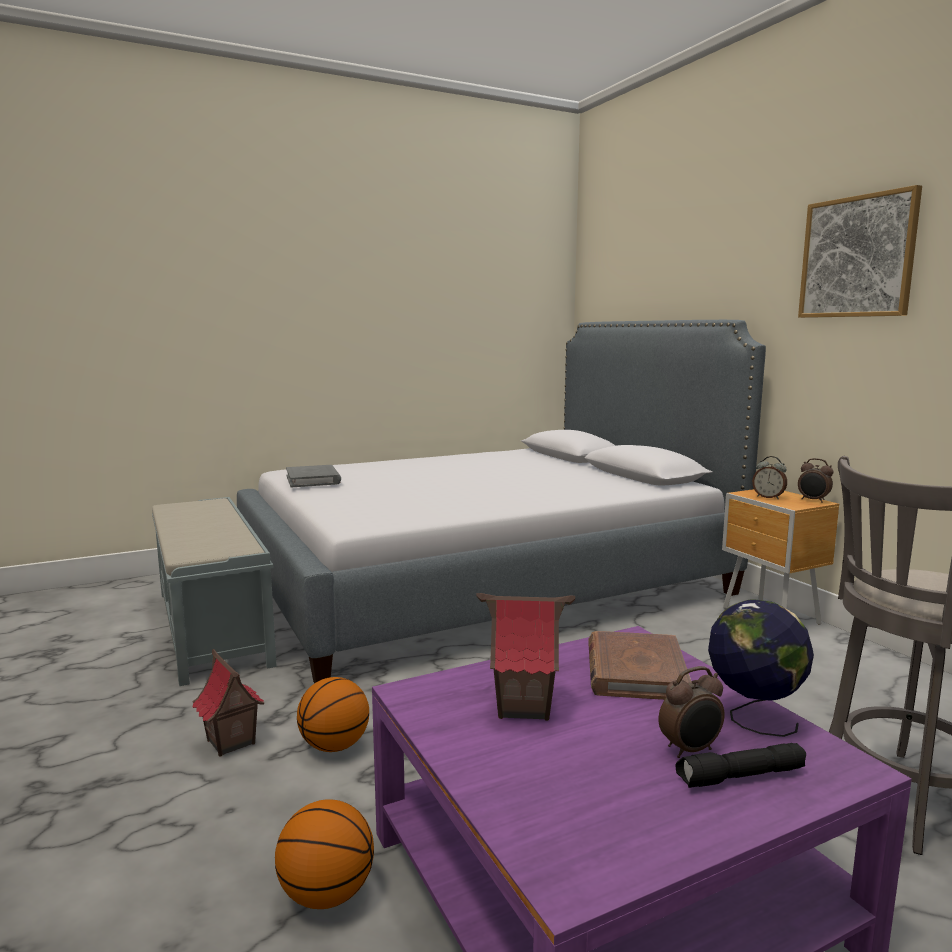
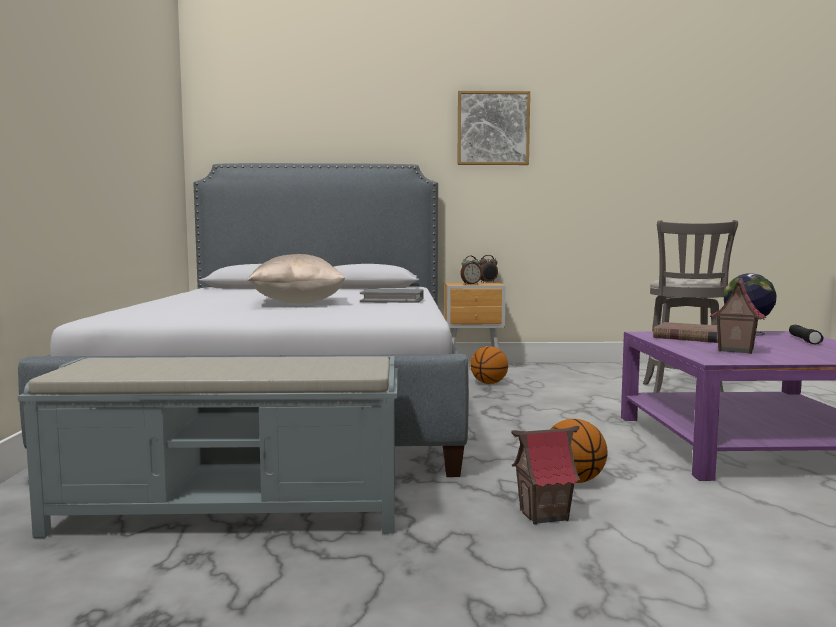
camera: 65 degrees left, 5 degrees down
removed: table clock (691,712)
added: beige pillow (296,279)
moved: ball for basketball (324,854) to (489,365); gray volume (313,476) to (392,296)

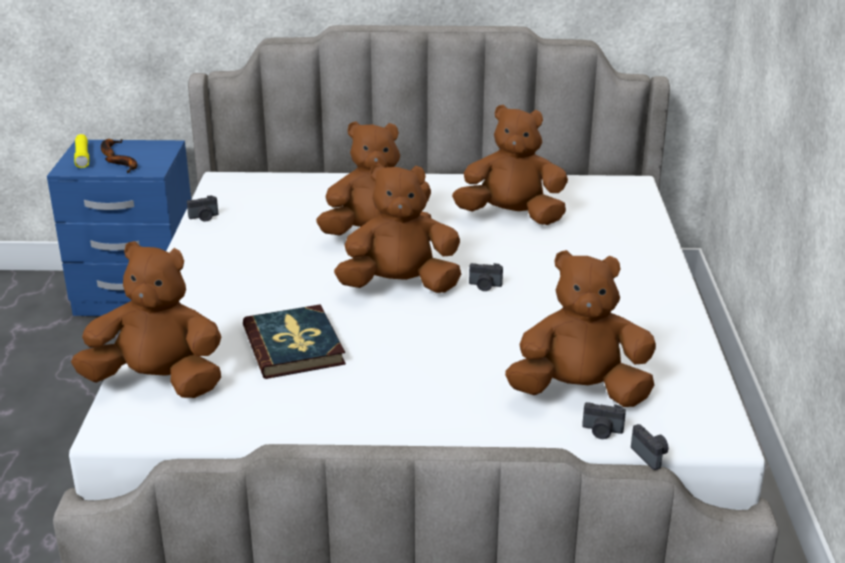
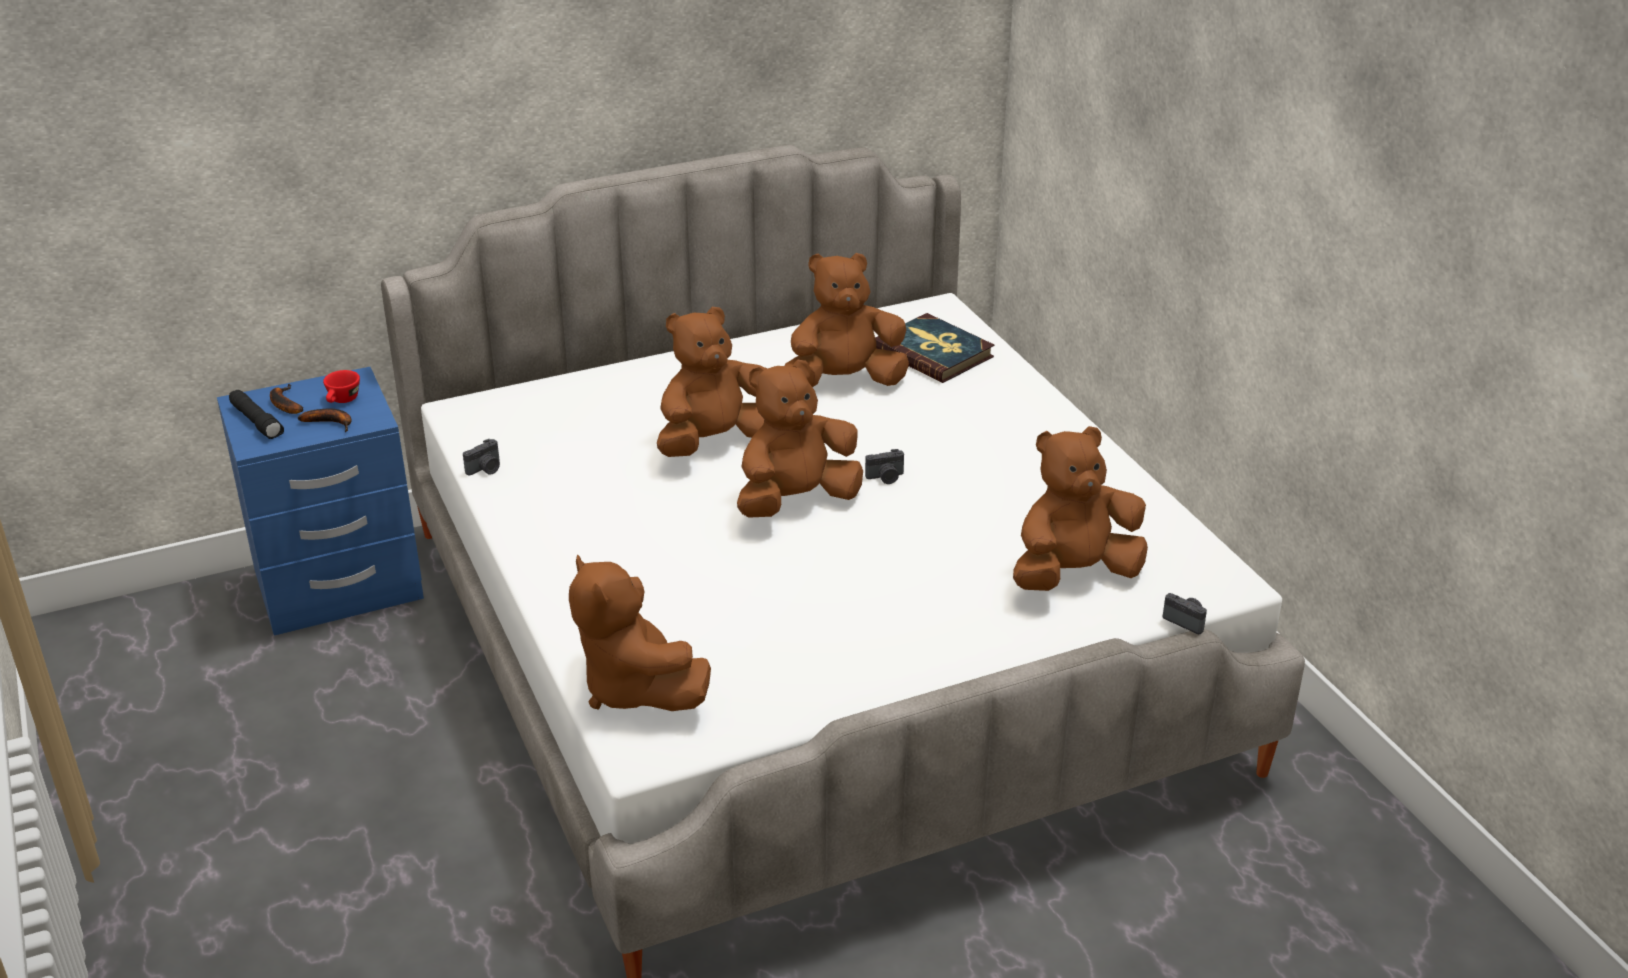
camera: 25 degrees left, 5 degrees up
removed: still camera (604,420)
added: red-coloured small cup (341,386)
moved: volume (294,341) to (935,348)
recoloured: yellow flashlight (81,151) to black-coloured flashlight (256,414)
turned: brownish soft toy (146,319) = (640,632) 105 degrees counterclockwise

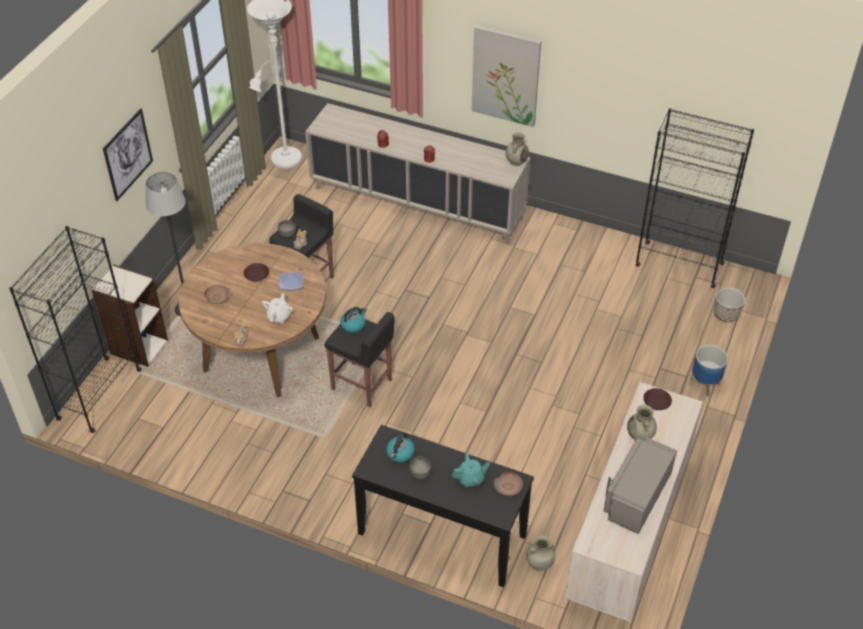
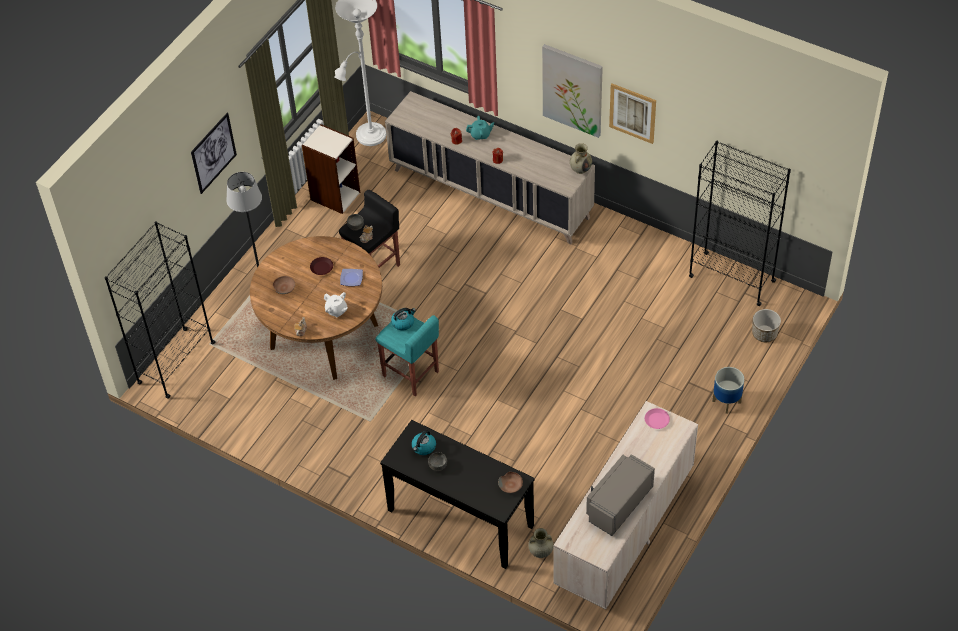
camera: 10 degrees right, 5 degrees up
removed: beige vase (642,423)
added: wall picture (632,114)
moved: bookcase (130,316) to (331,169); turquoise teapot (471,470) to (480,128)
recoloured: black-coloured sitting stool (360,359) to turquoise sitting stool (407,355); brownish plate (657,399) to pink plate (657,418)
turned: white teapot (277,308) = (336,305) 105 degrees clockwise

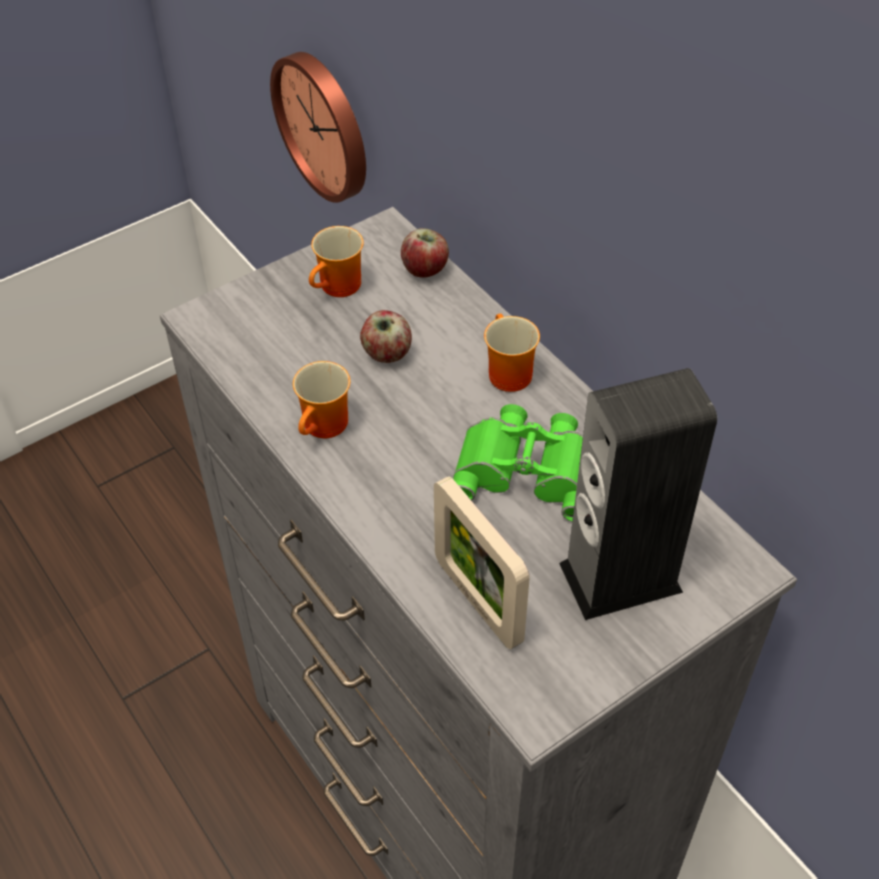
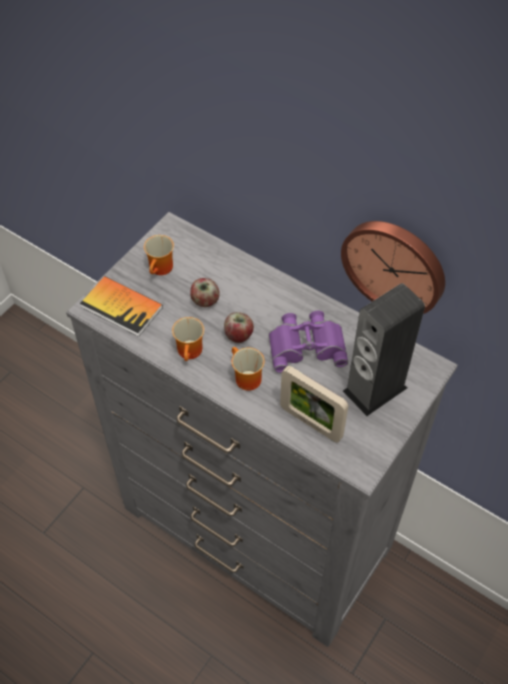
camera: 20 degrees left, 5 degrees up
added: volume (121,306)
moved: hanging clock (318,127) to (393,267); apple (425,253) to (239,327); coffee mug (512,353) to (248,369)
recoloured: greenish binoculars (518,463) to purplish binoculars (308,342)

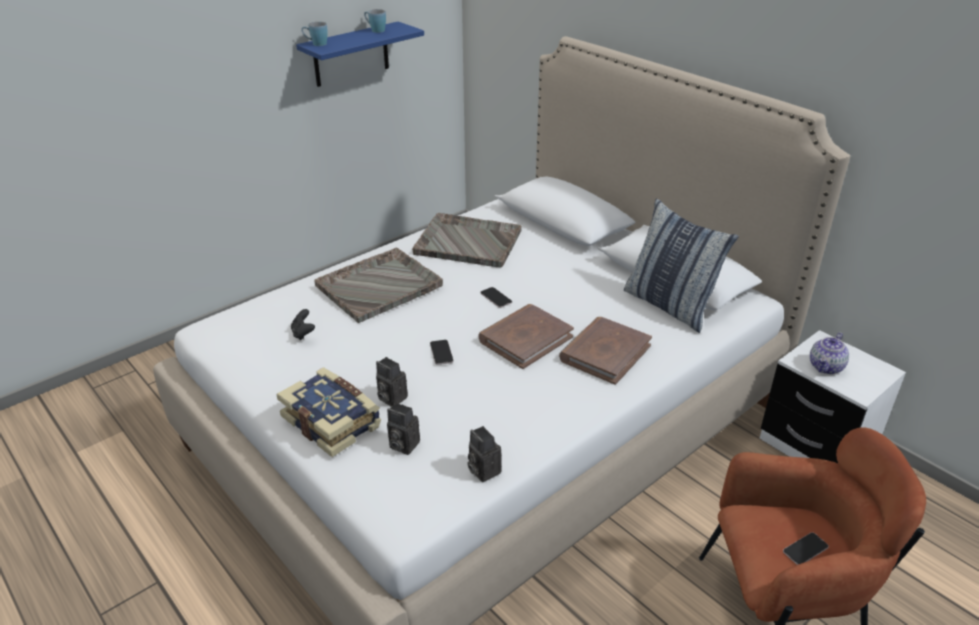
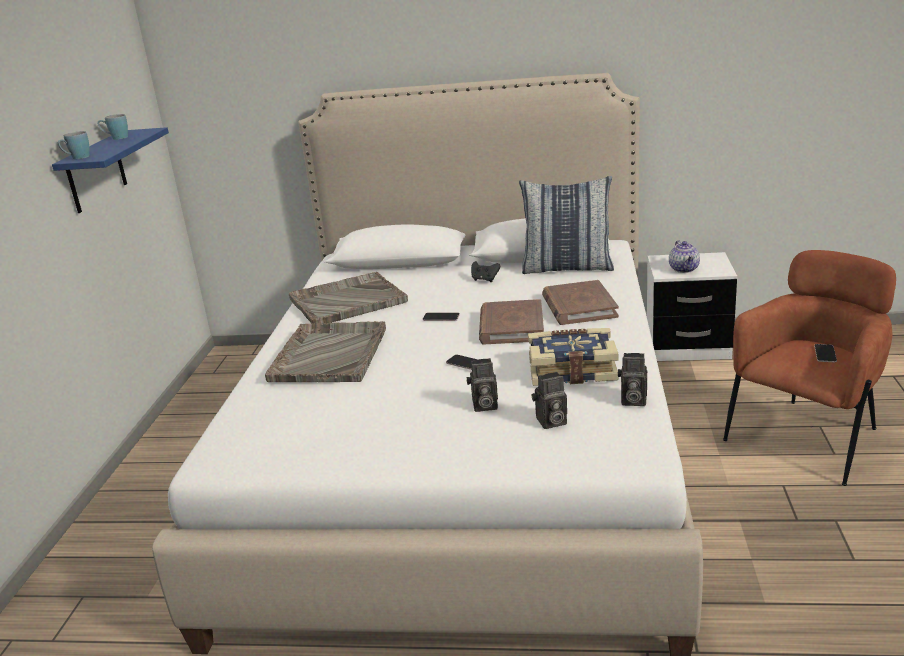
camera: 40 degrees left, 10 degrees down
moved: volume (328,412) to (573,357); black-coloured game controller (303,324) to (485,271)

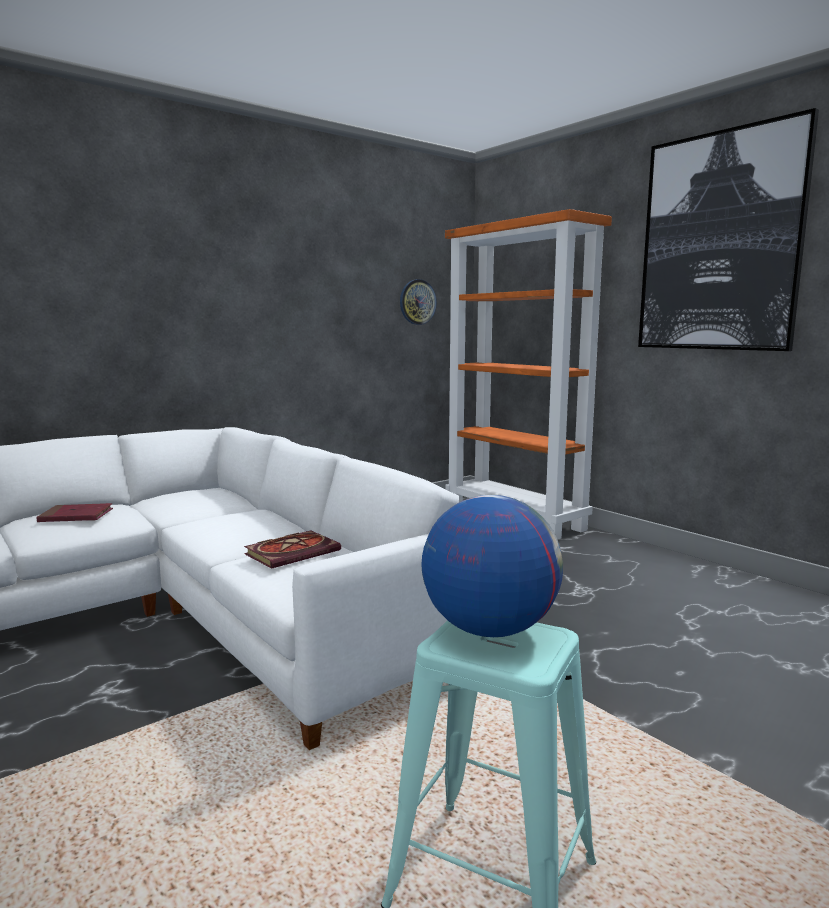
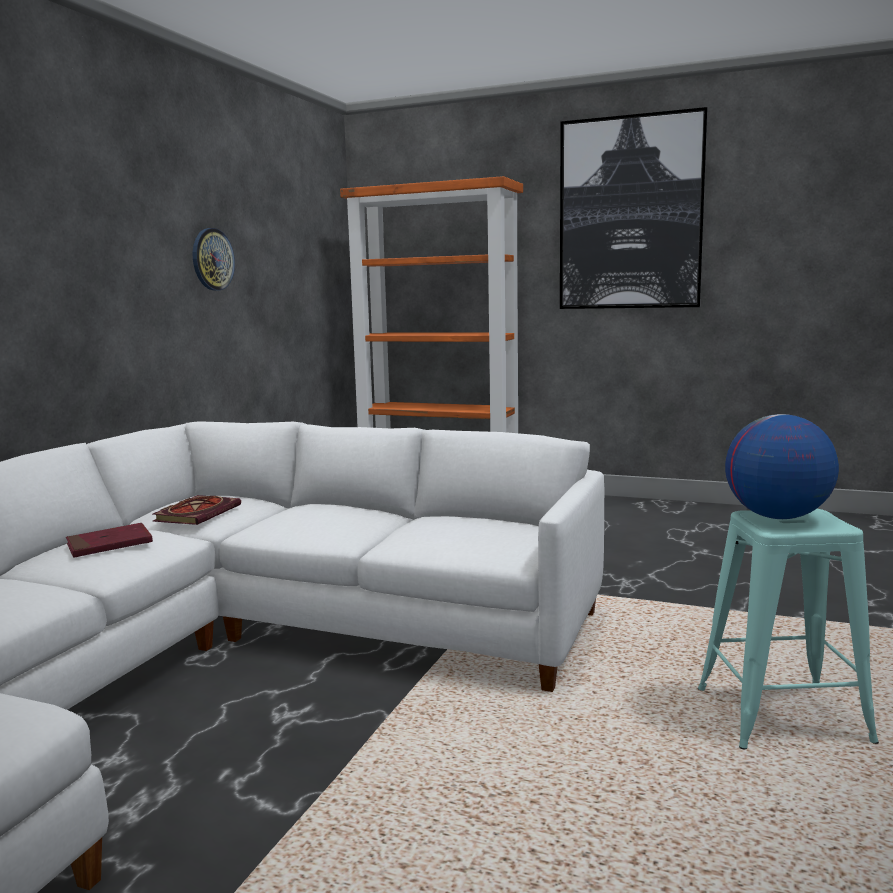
camera: 30 degrees left, 0 degrees up
moved: volume (292,549) to (197,510); hanging clock (418,302) to (214,259)

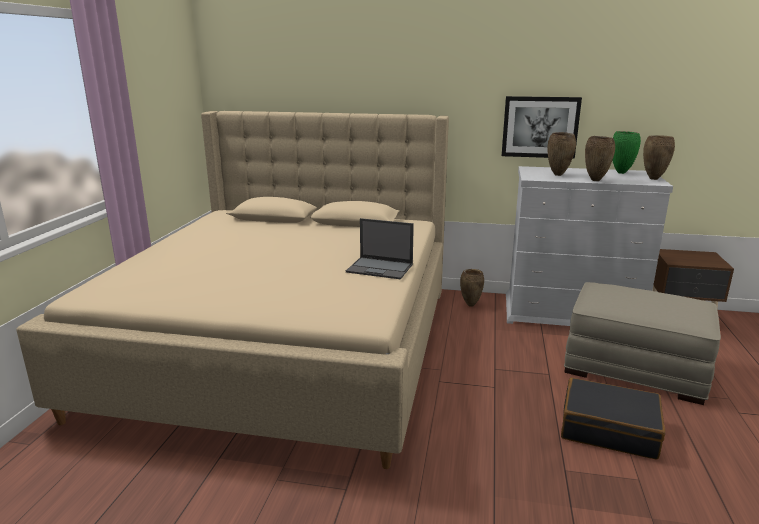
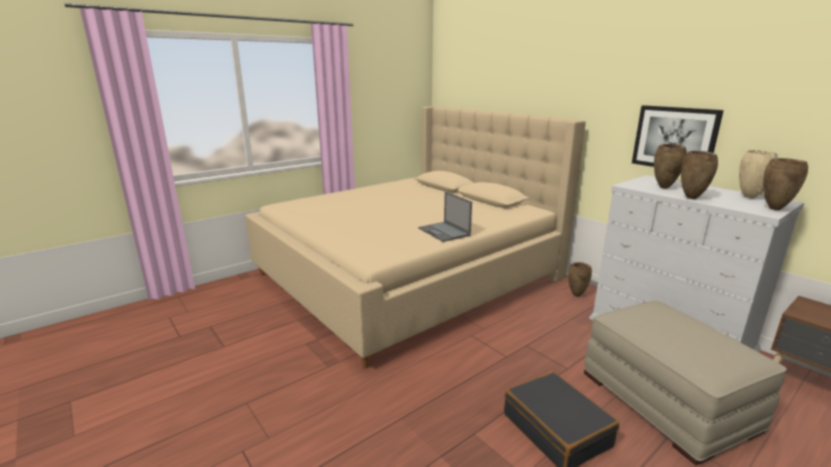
camera: 40 degrees right, 0 degrees up
recoloured: greenish vase (626,152) to beige vase (758,174)

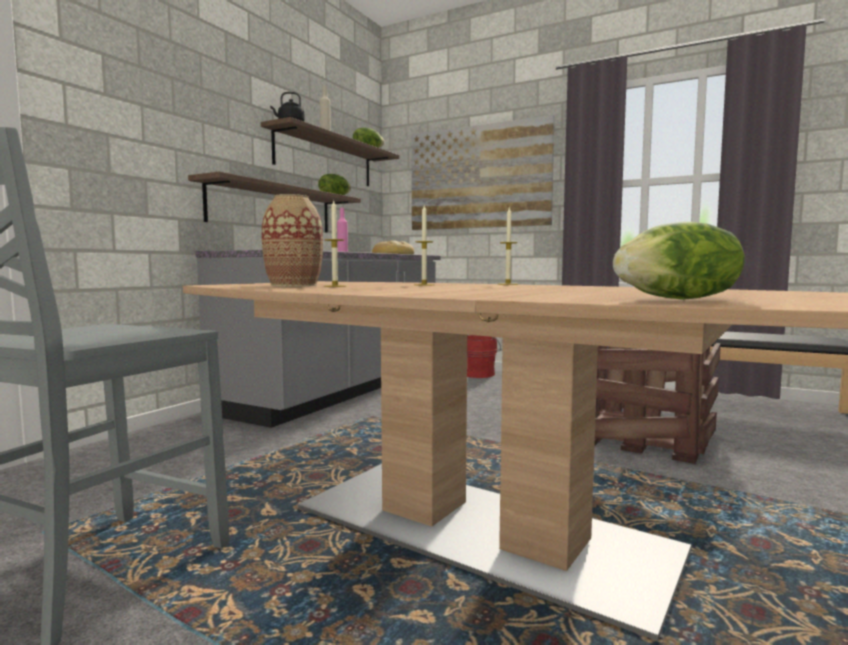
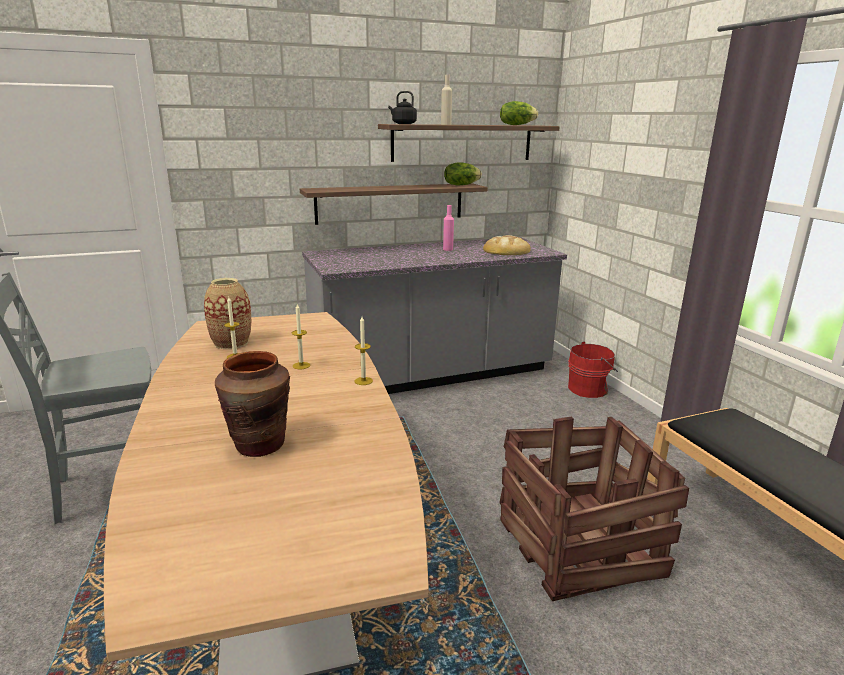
camera: 40 degrees right, 15 degrees up
removed: wall picture (483,172); lettuce head (679,260)
added: brownish vase (252,404)

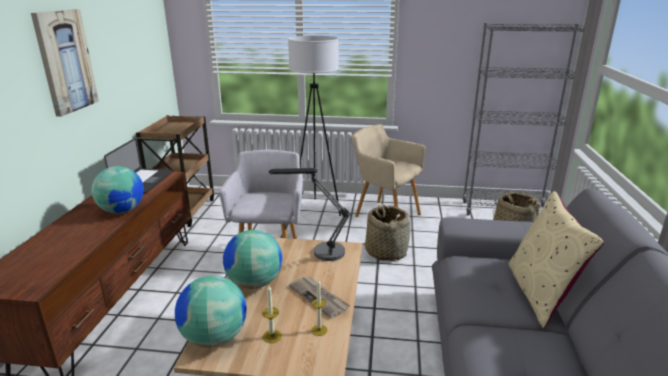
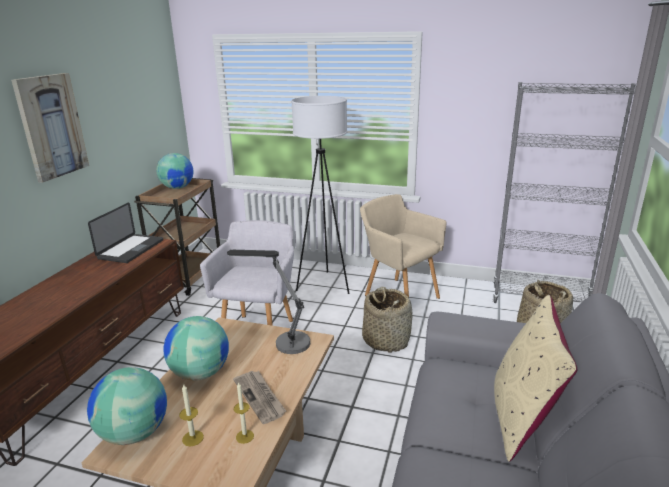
camera: 10 degrees right, 0 degrees up
moved: desk globe (117,190) to (175,171)

